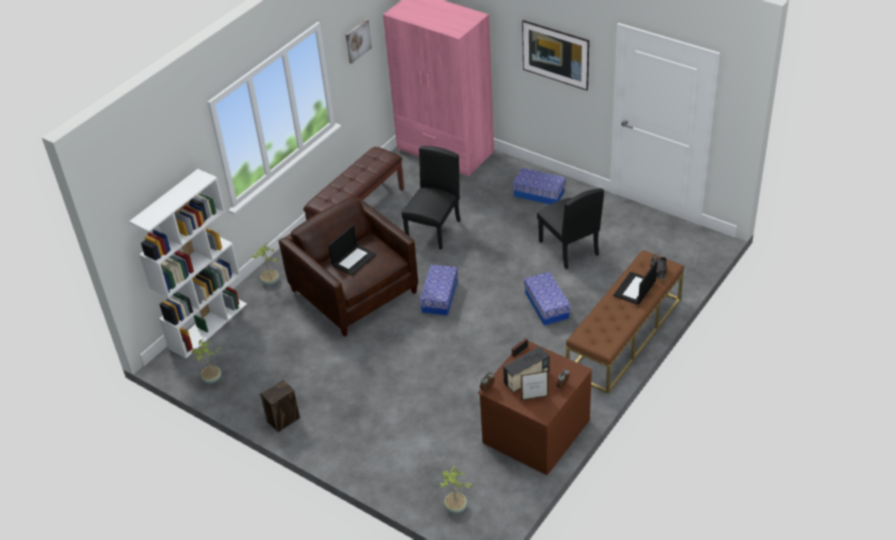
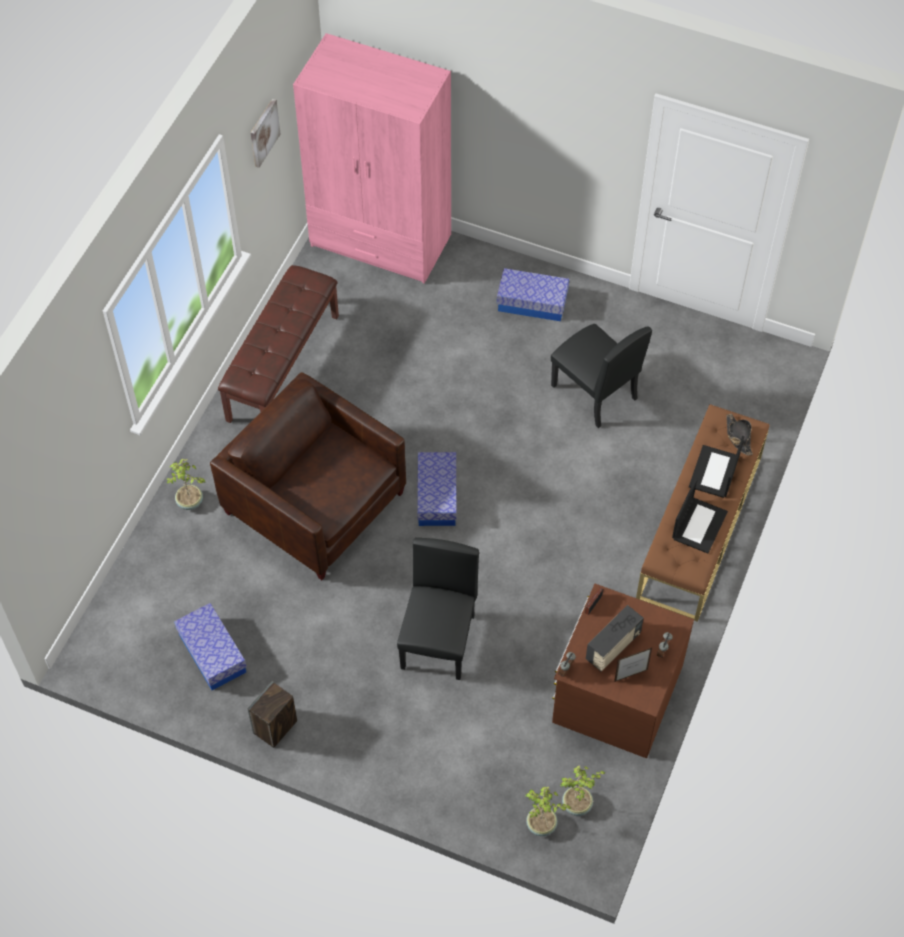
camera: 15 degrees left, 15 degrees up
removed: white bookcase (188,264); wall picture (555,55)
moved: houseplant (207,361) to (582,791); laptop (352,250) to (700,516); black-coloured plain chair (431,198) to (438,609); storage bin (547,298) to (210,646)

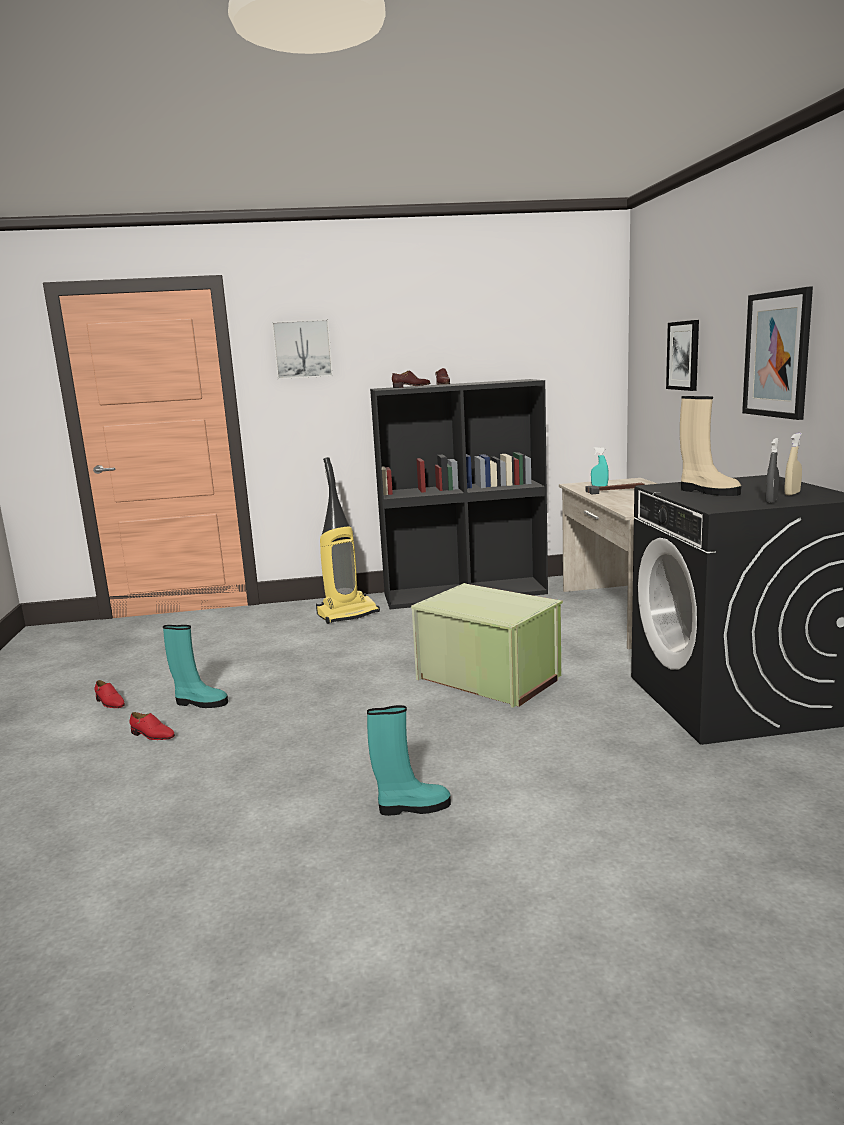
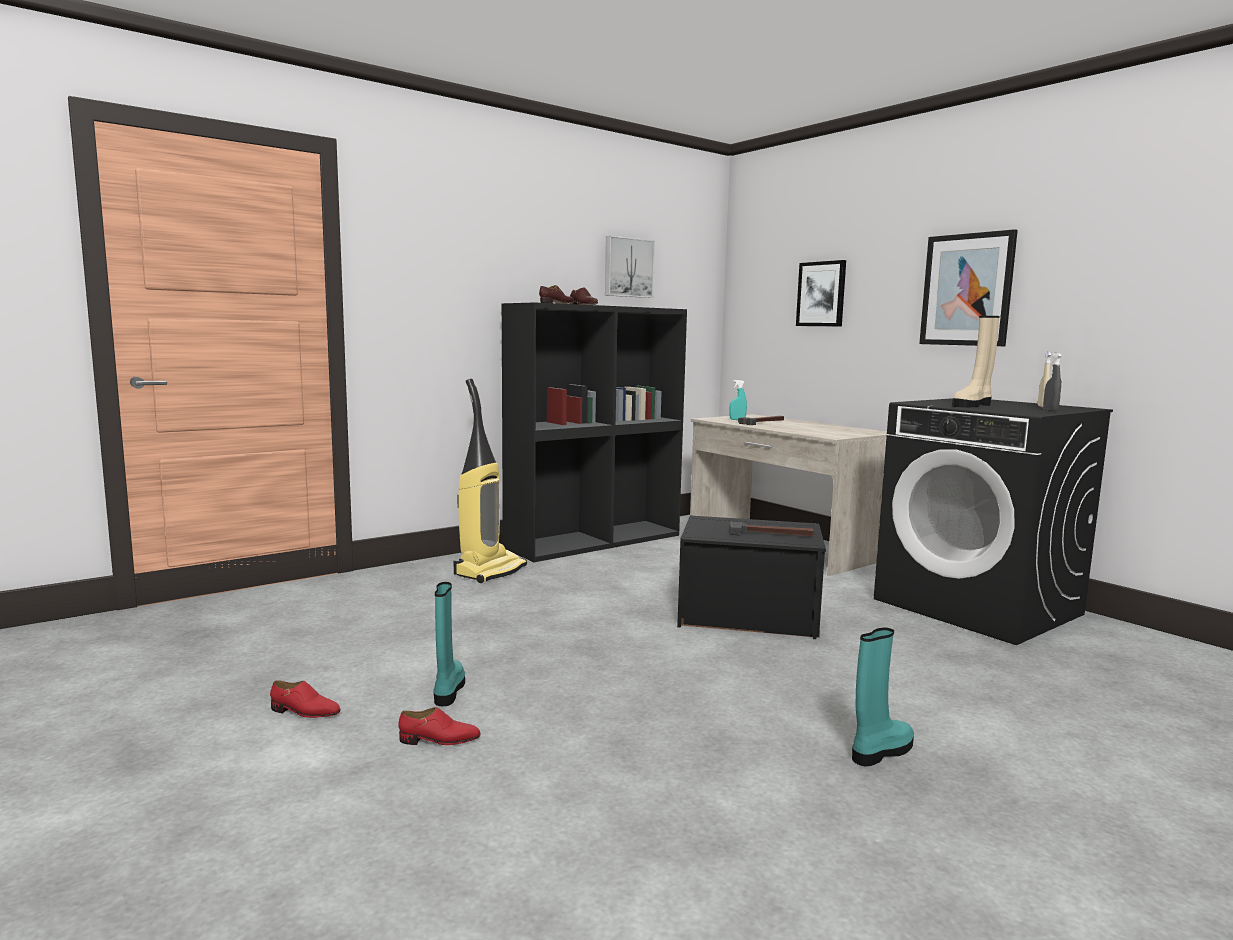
camera: 30 degrees left, 5 degrees down
added: hand hammer (771,529)
moved: wall picture (302,349) to (630,267)
recoloured: greenish storage bin (487,645) to black-coloured storage bin (751,577)
turned: turquoise high-top boot (195,666) = (449,644) 75 degrees counterclockwise; beige high-top boot (710,446) = (975,361) 120 degrees clockwise

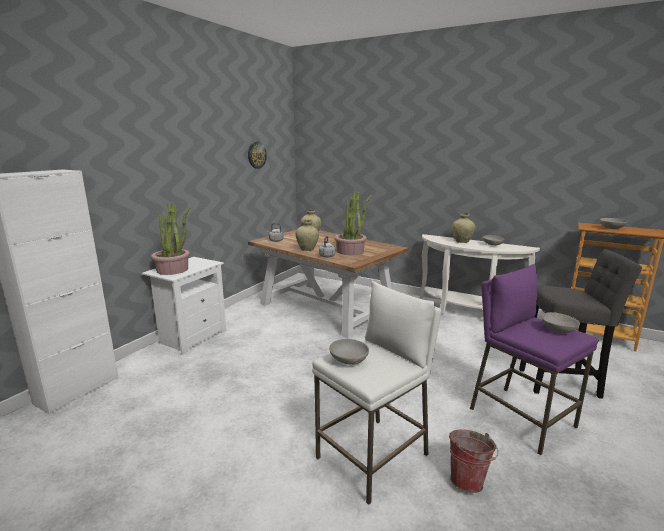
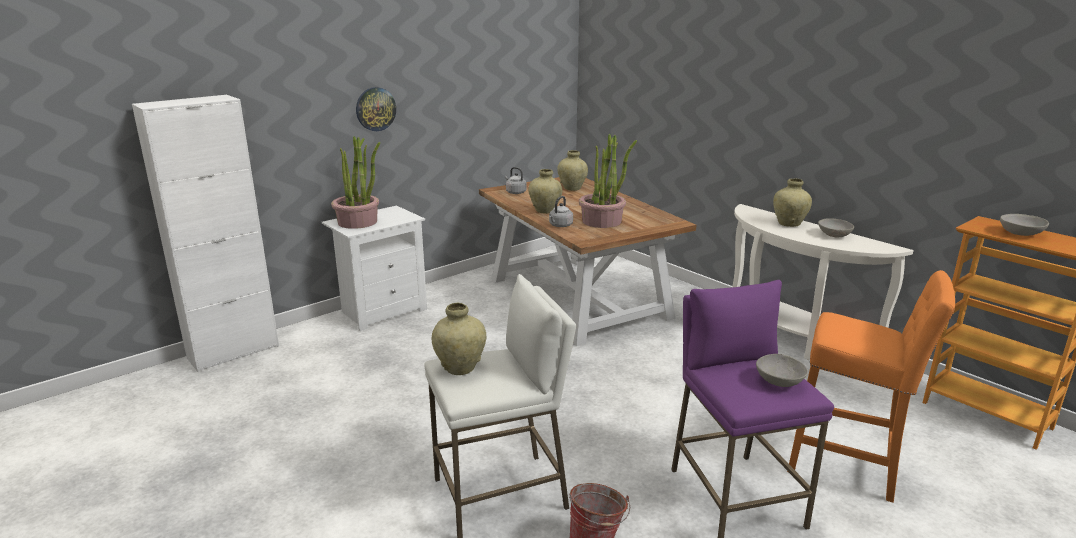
camera: 20 degrees right, 5 degrees up
moved: hanging clock (257,155) to (376,109)
replaced: gray deep dish (349,351) to beige vase (458,339)
recoloured: gray sitting stool (580,324) to orange-coloured sitting stool (871,386)

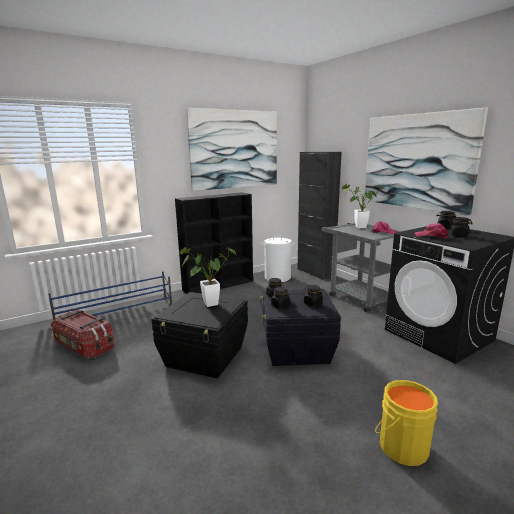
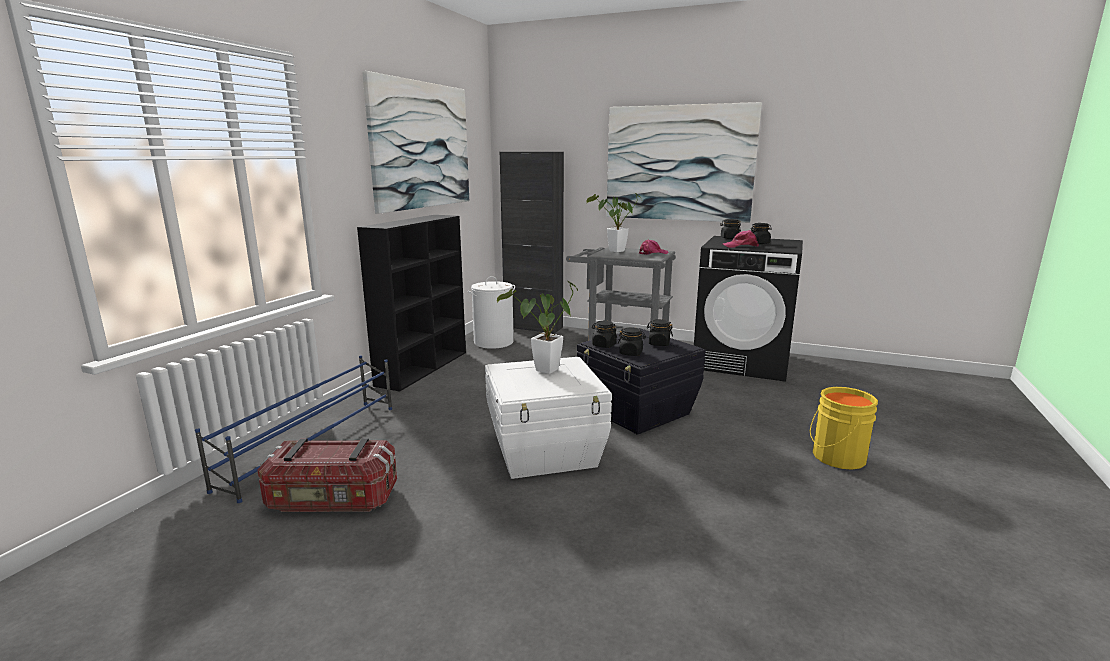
camera: 35 degrees left, 0 degrees up
recoloured: black-coloured storage bin (199,335) to white storage bin (548,418)

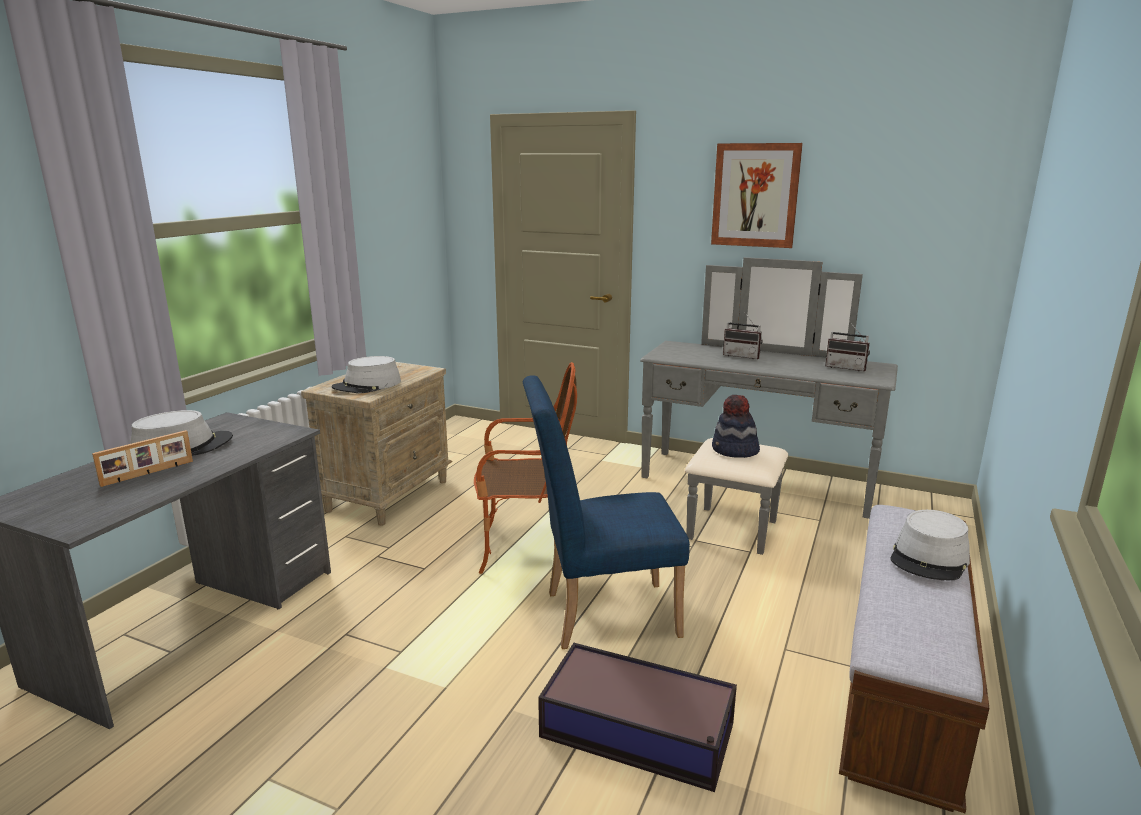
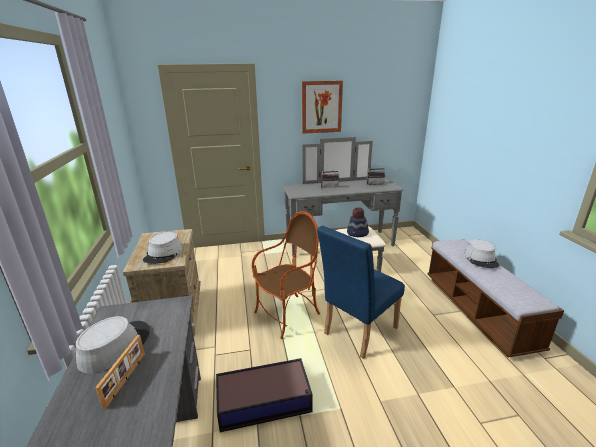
camera: 35 degrees left, 5 degrees up
moved: storage bin (637,717) to (264,395)

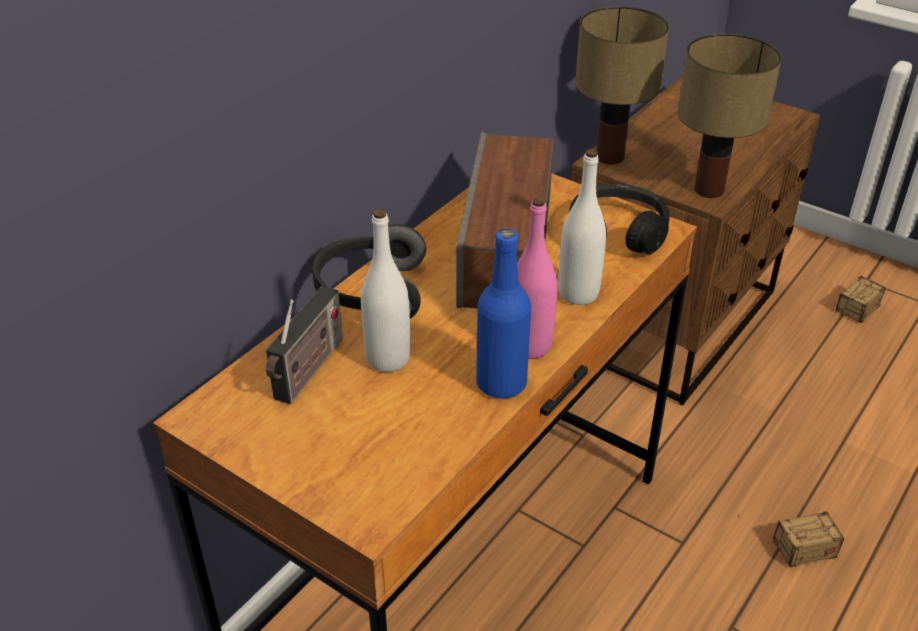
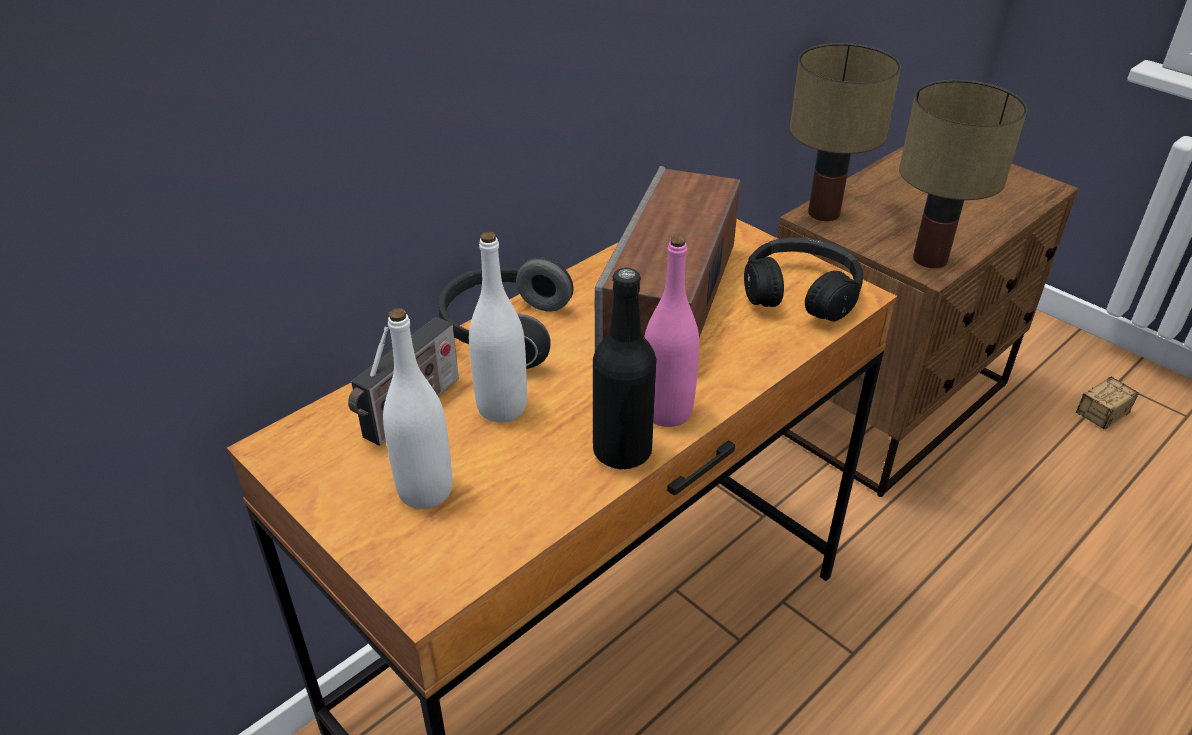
camera: 10 degrees right, 0 degrees up
removed: storage bin (791,539)
moved: white beverage bottle (582,227) to (417,408)
recoloured: blue-coloured beverage bottle (503,313) to black-coloured beverage bottle (625,368)

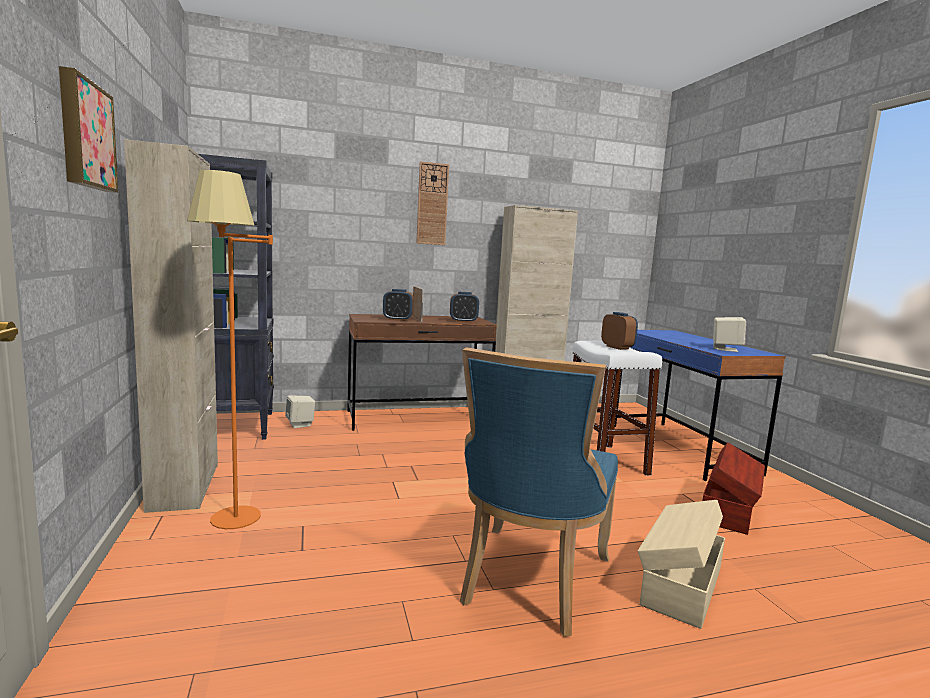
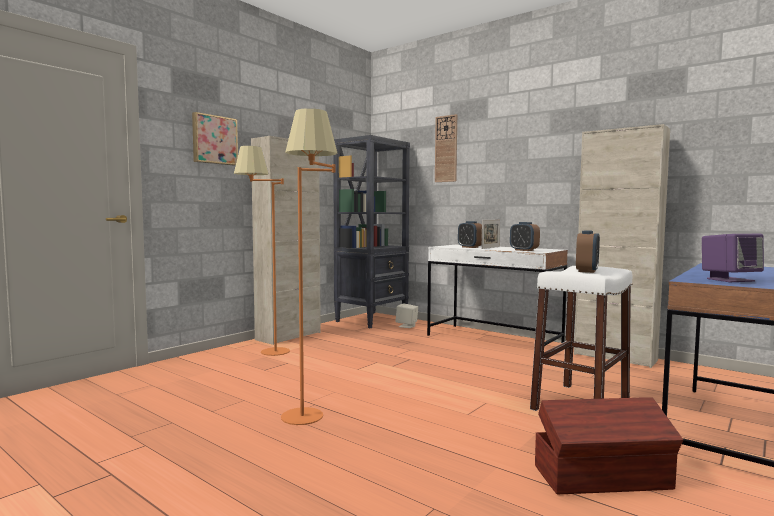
camera: 55 degrees right, 5 degrees down
removed: beige storage bin (681,564)
moved: hanging clock (432,203) to (446,148)
replaced: blue-coloured plain chair (539,492) to orange-coloured floor lamp (309,266)
recoloured: brownish desk unit (422,372) to white desk unit (497,295); beige audio speaker (729,334) to purplish audio speaker (733,258)

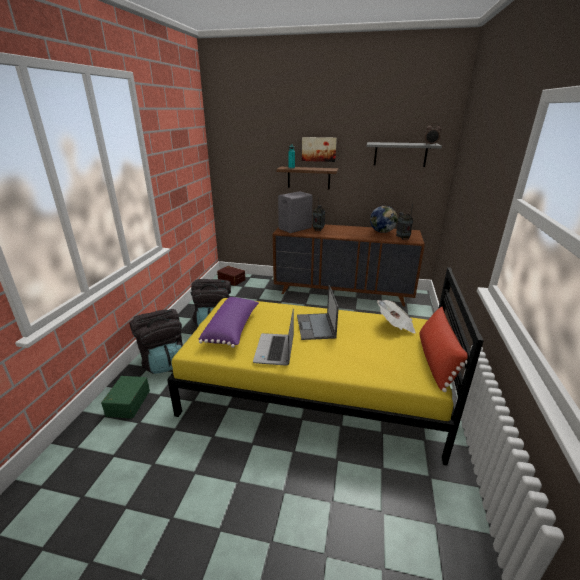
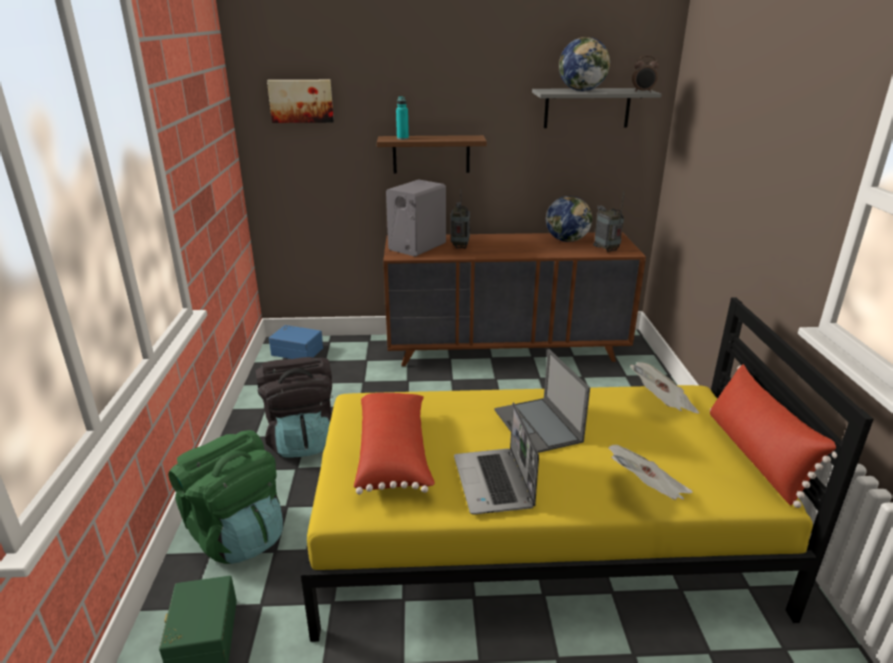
camera: 15 degrees left, 0 degrees up
added: desk globe (584,64); newspaper (651,472)
moved: wall picture (319,149) to (300,101)
recoloured: black-coloured backpack (156,341) to greenish backpack (225,497); purplish pillow (229,322) to red-coloured pillow (394,444); brownish storage bin (231,276) to blue-coloured storage bin (296,342)

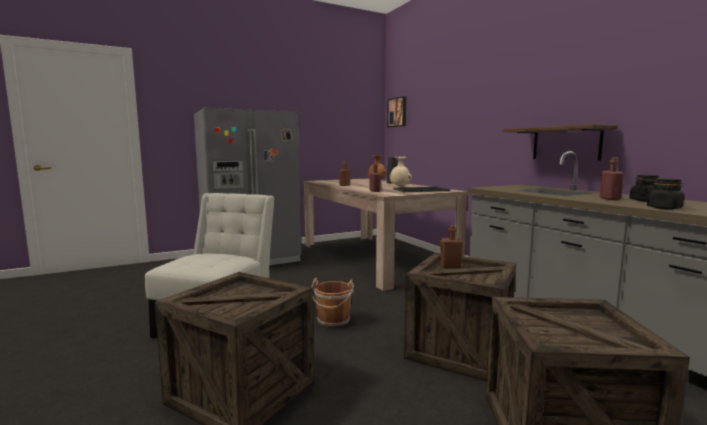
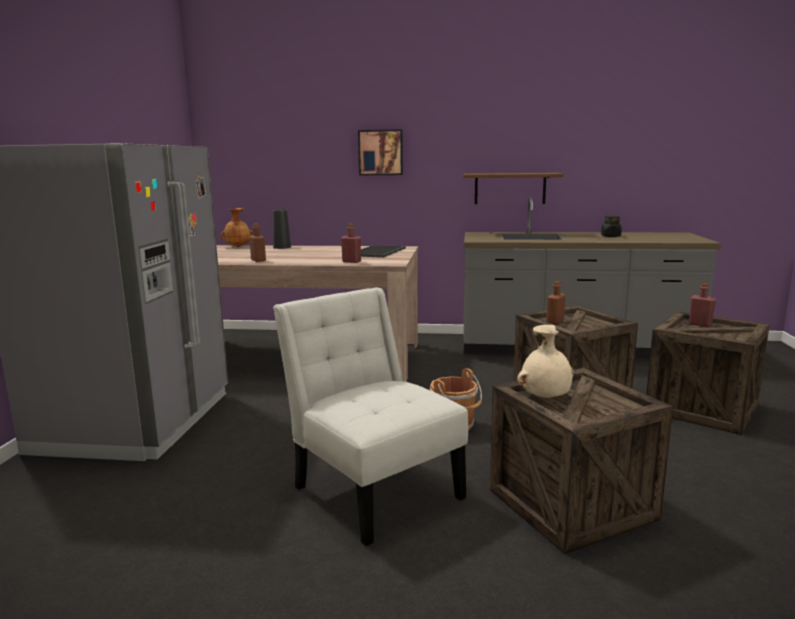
camera: 55 degrees left, 5 degrees up
removed: black-coloured jar (665,194)
moved: wall picture (396,111) to (380,152); beige vase (401,172) to (545,361); red-coloured beverage bottle (611,178) to (702,305)

